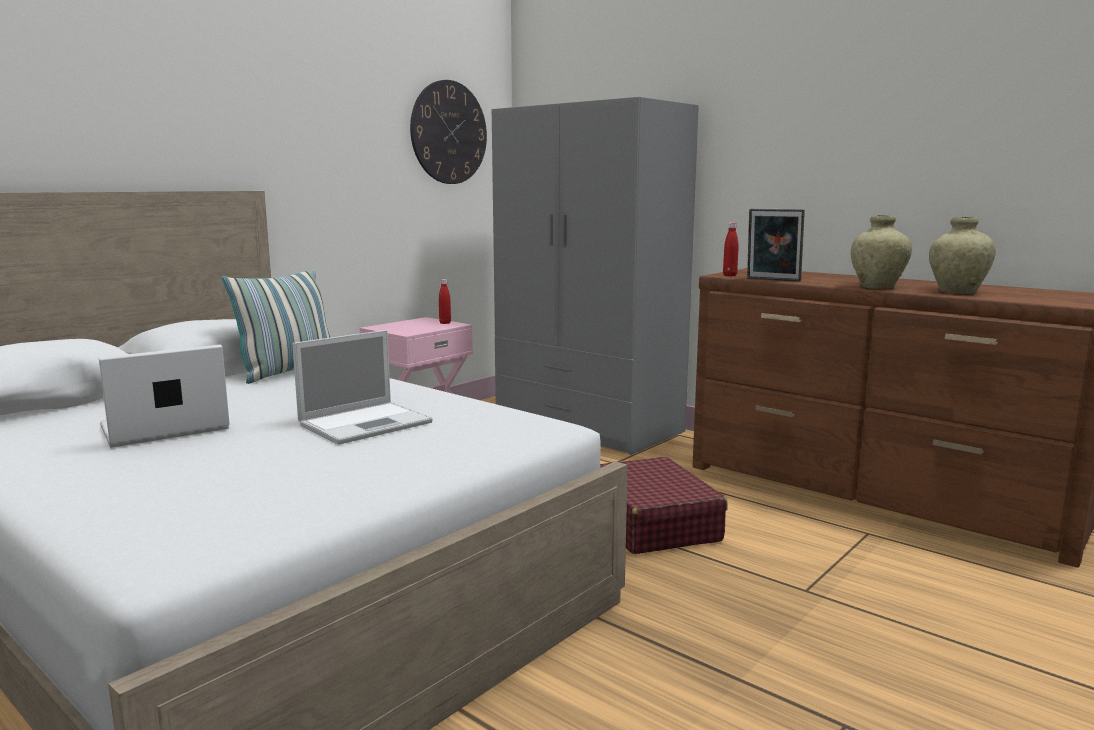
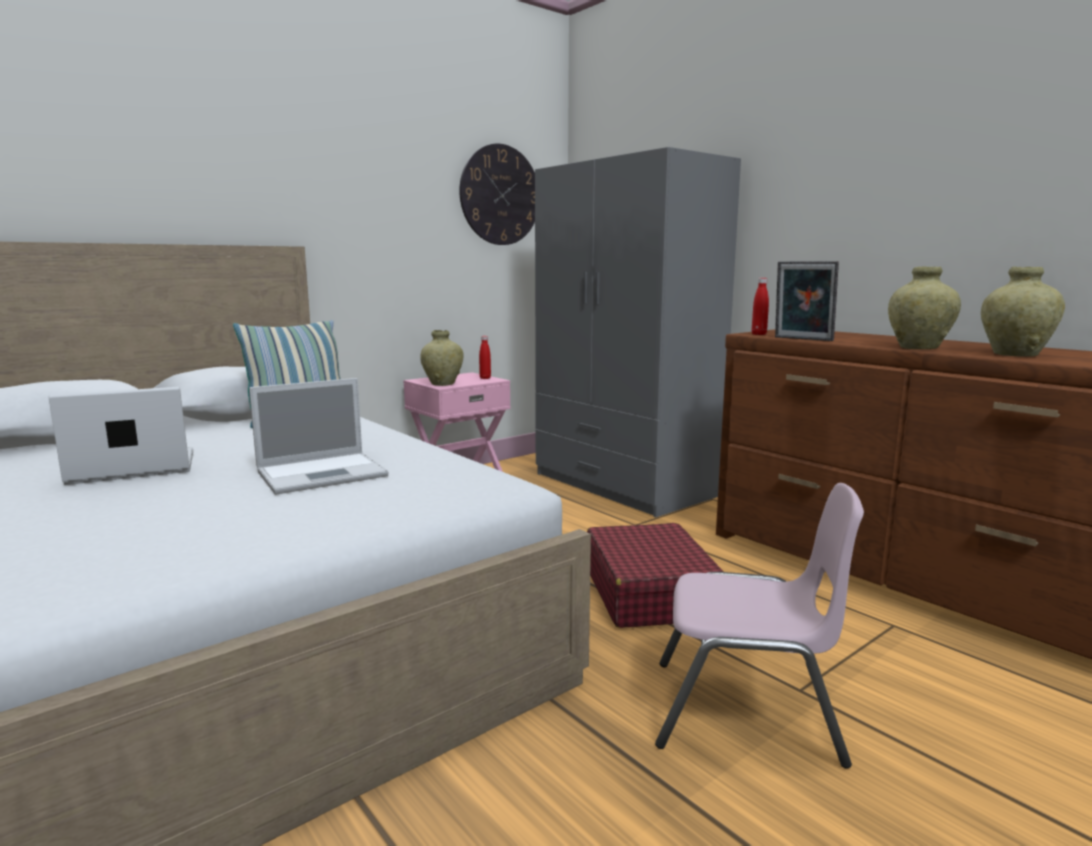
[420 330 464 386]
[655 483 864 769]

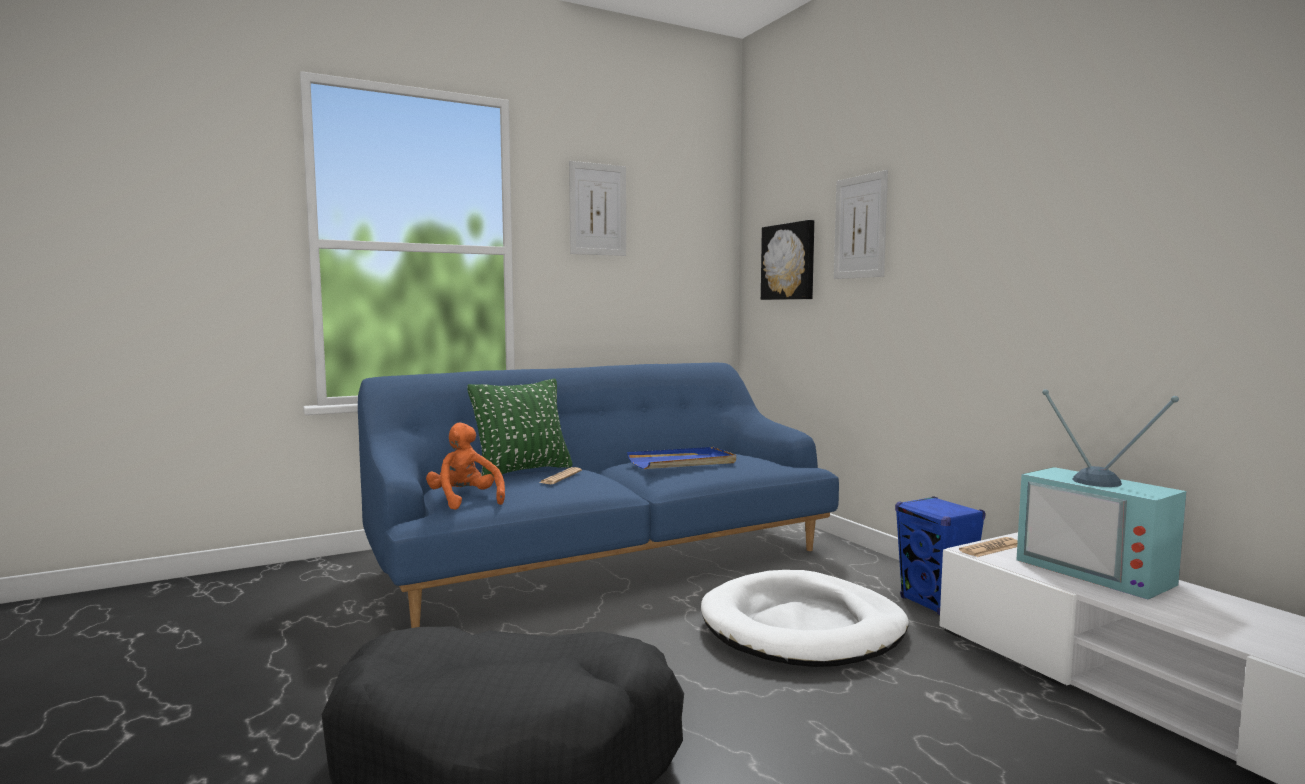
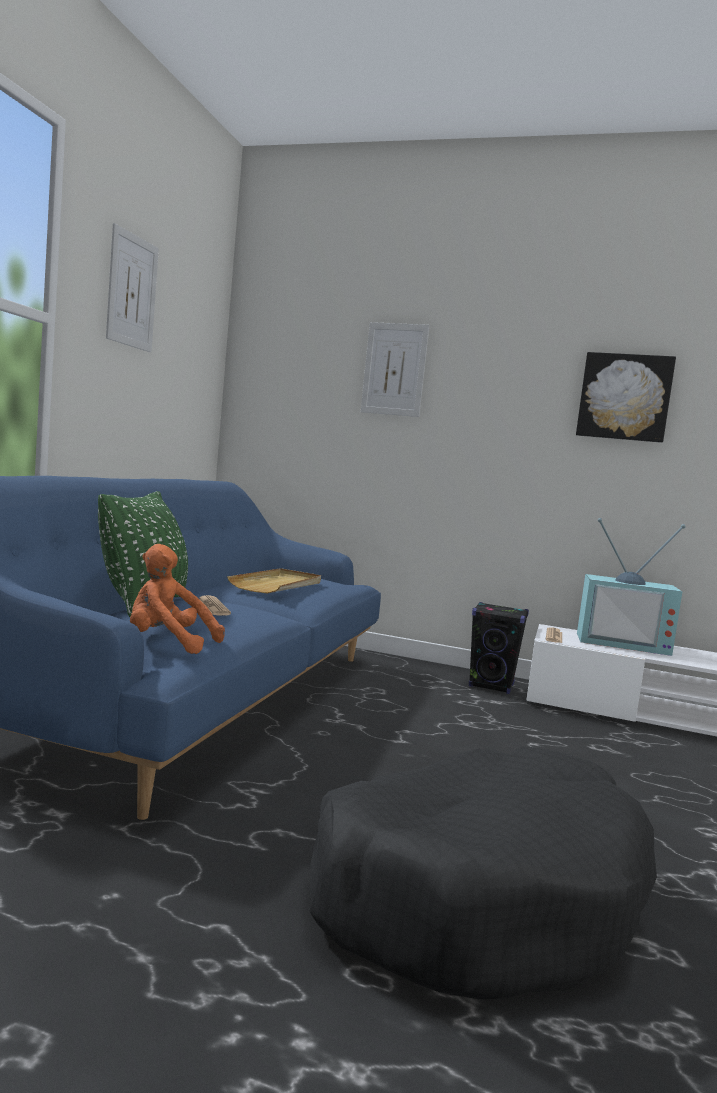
[701 570 909 667] (first image)
[576 352 676 443]
[227 568 321 593]
[469 602 529 694]

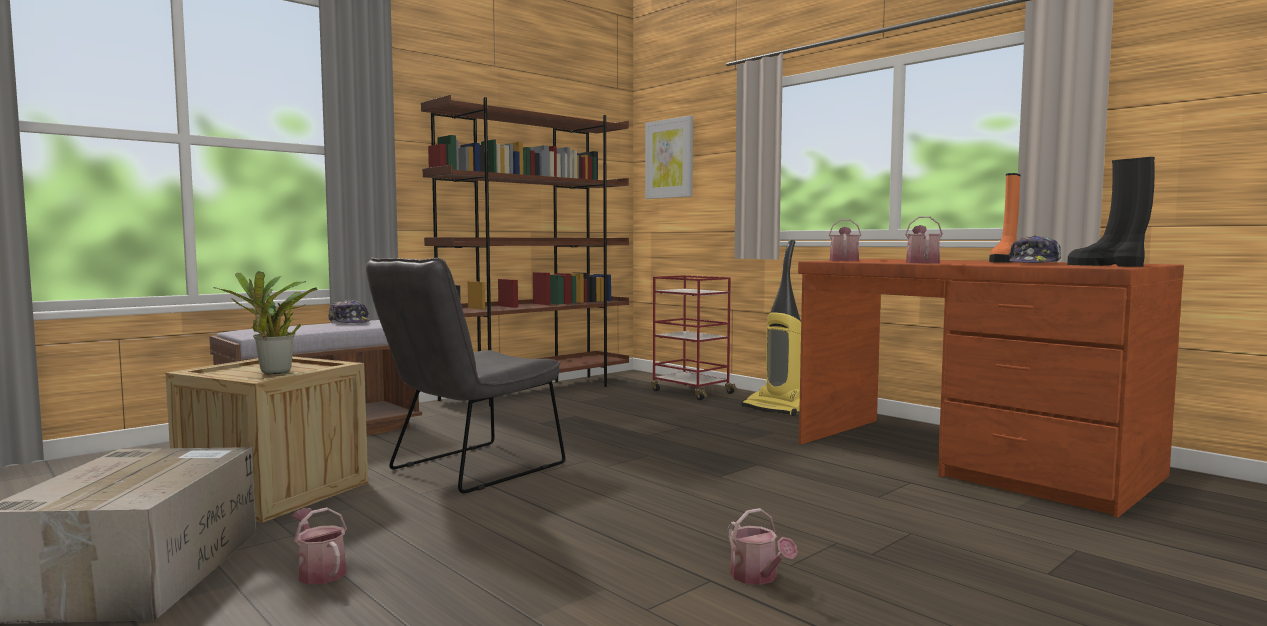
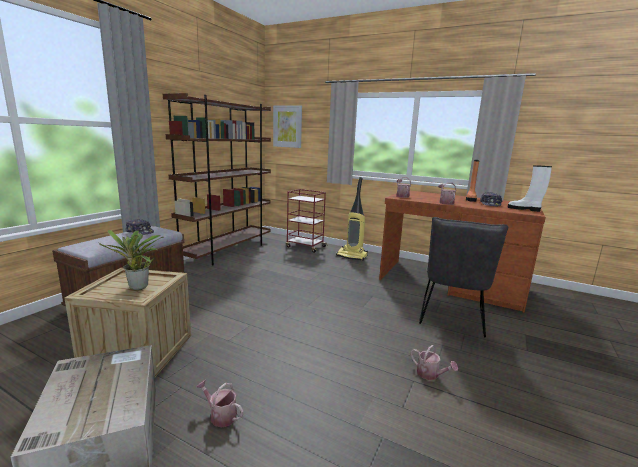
[419 217 508 338]
[508 165 552 212]

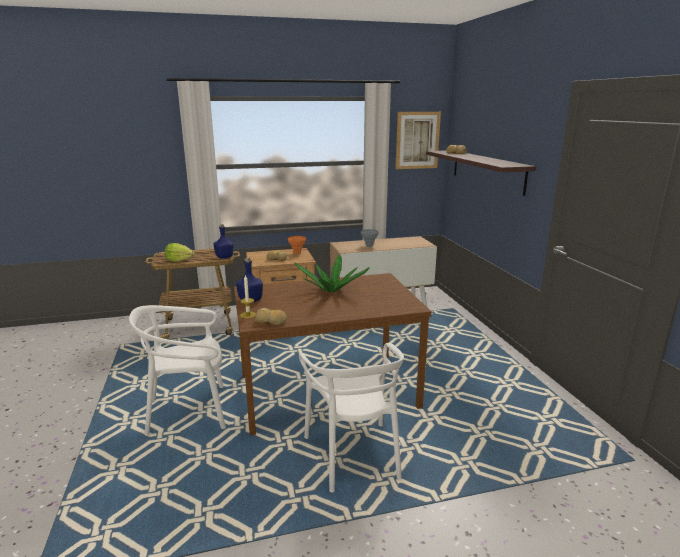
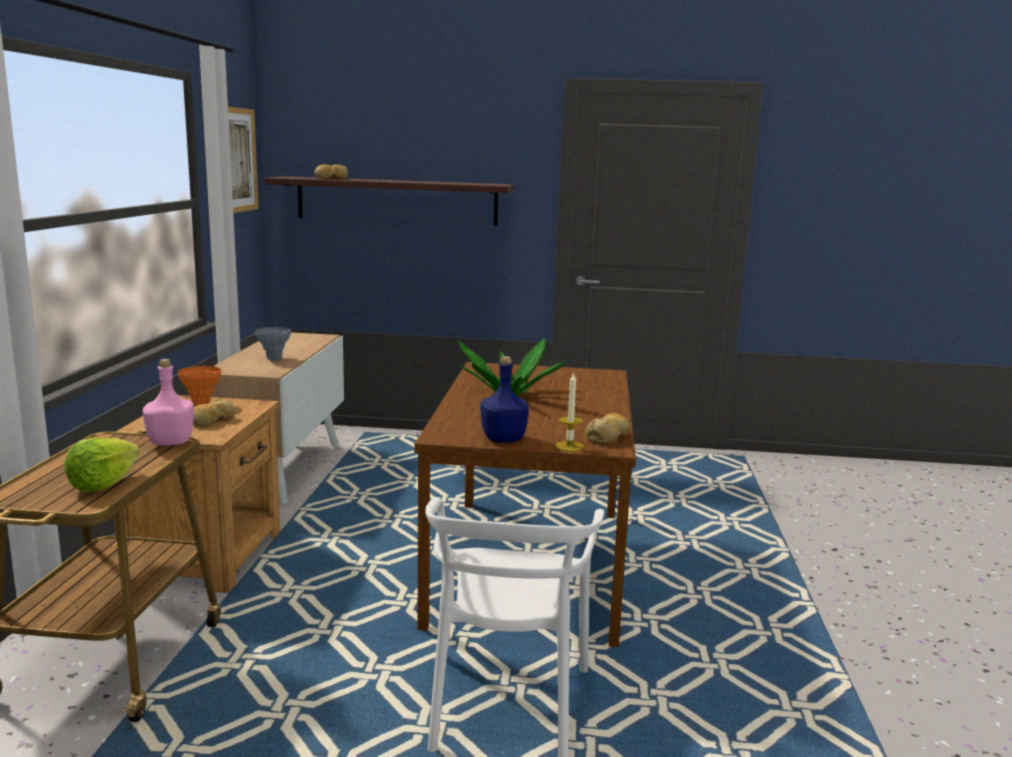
[299 343 404 493] (first image)
[143 359 194 446]

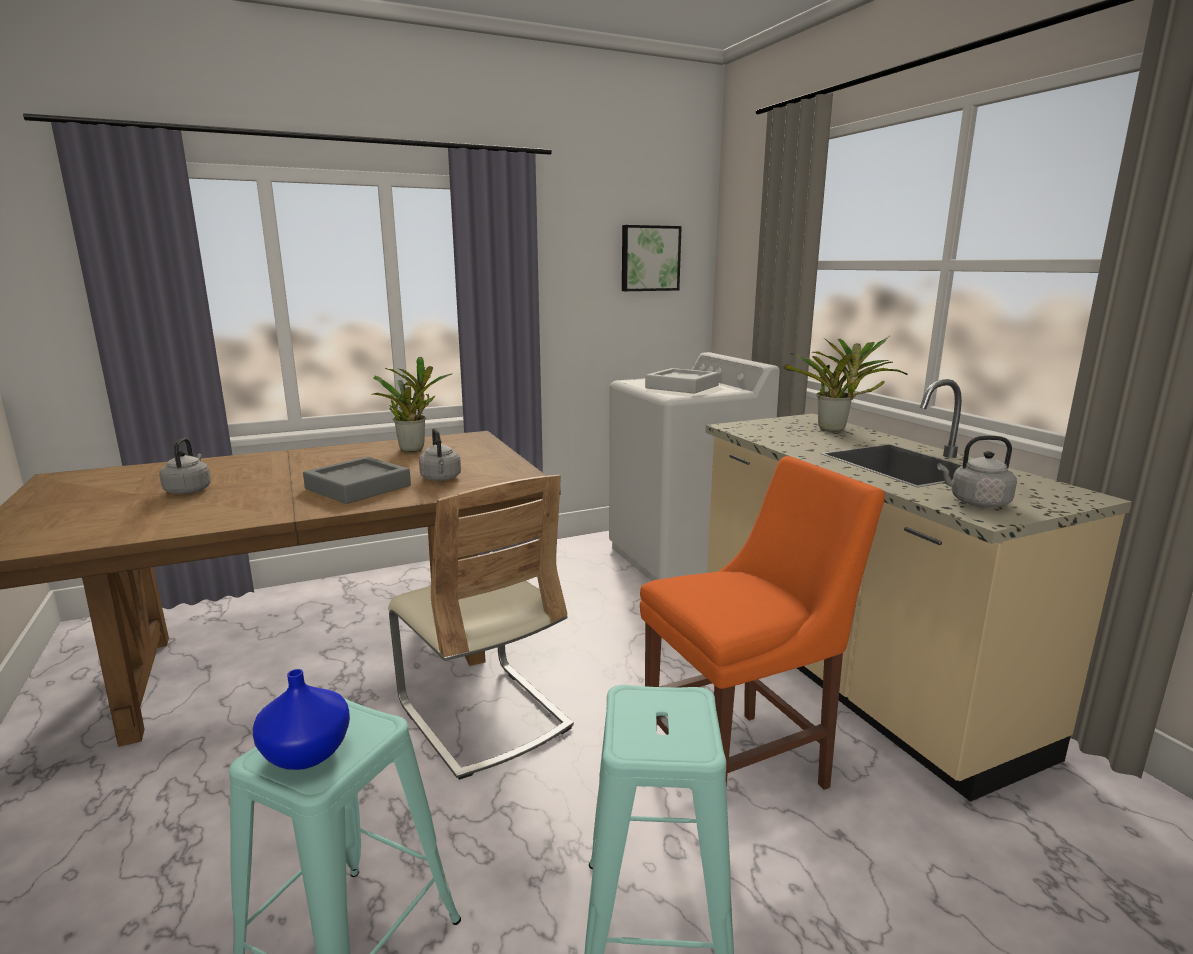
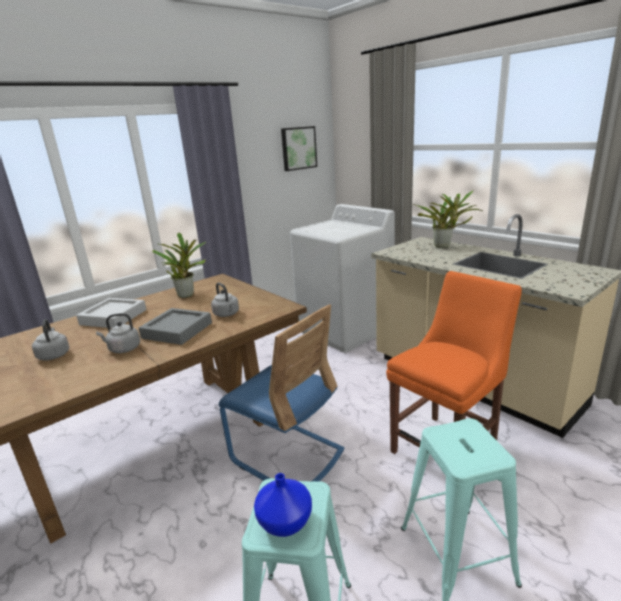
[76 298 146 328]
[96 313 140 353]
[219 304 344 482]

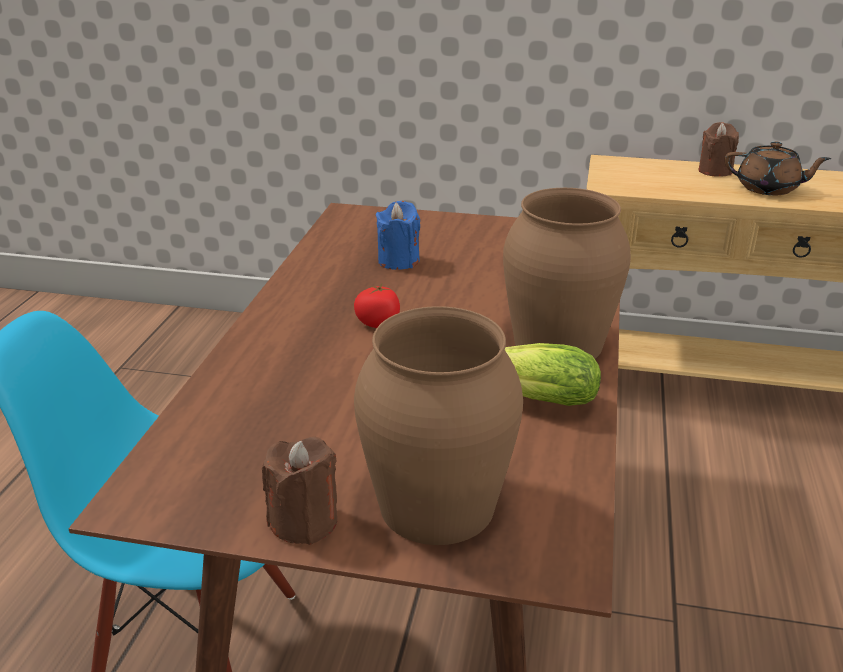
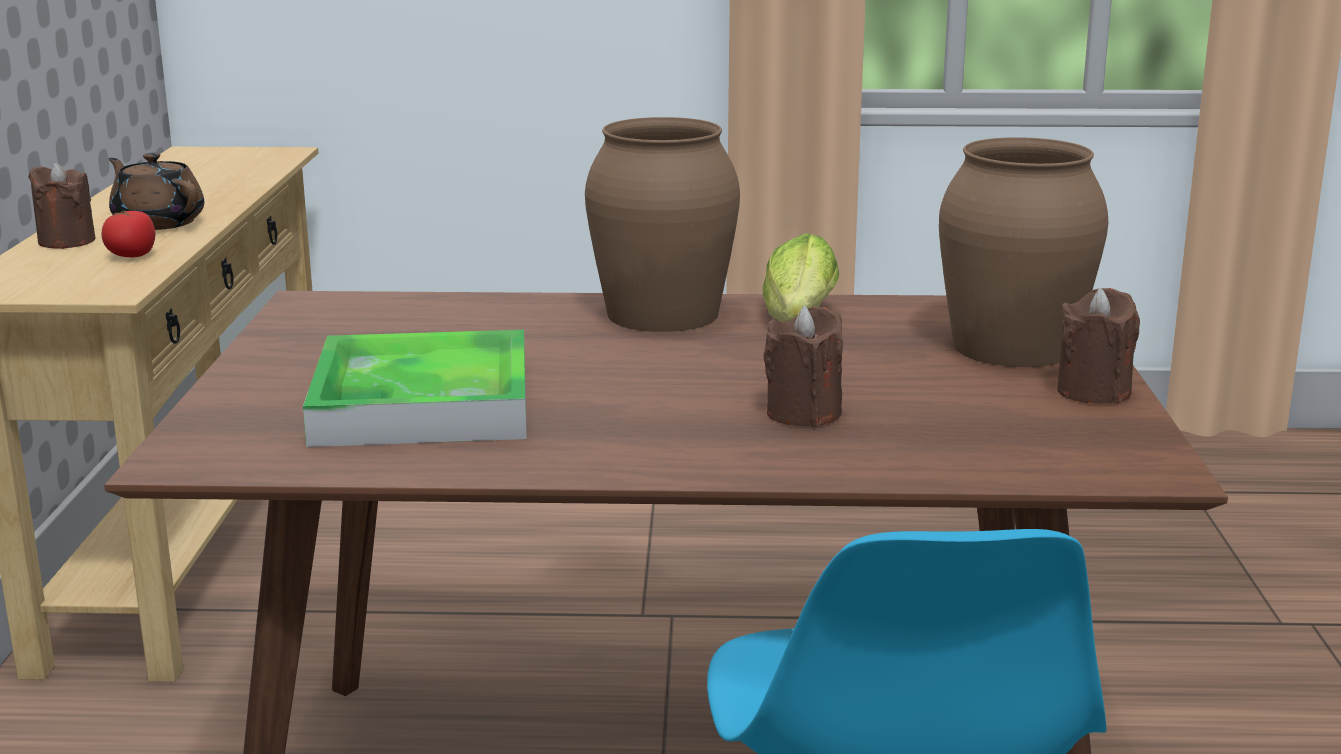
[764 306 843 427]
[101 211 156 257]
[303 330 527 447]
[108 153 204 230]

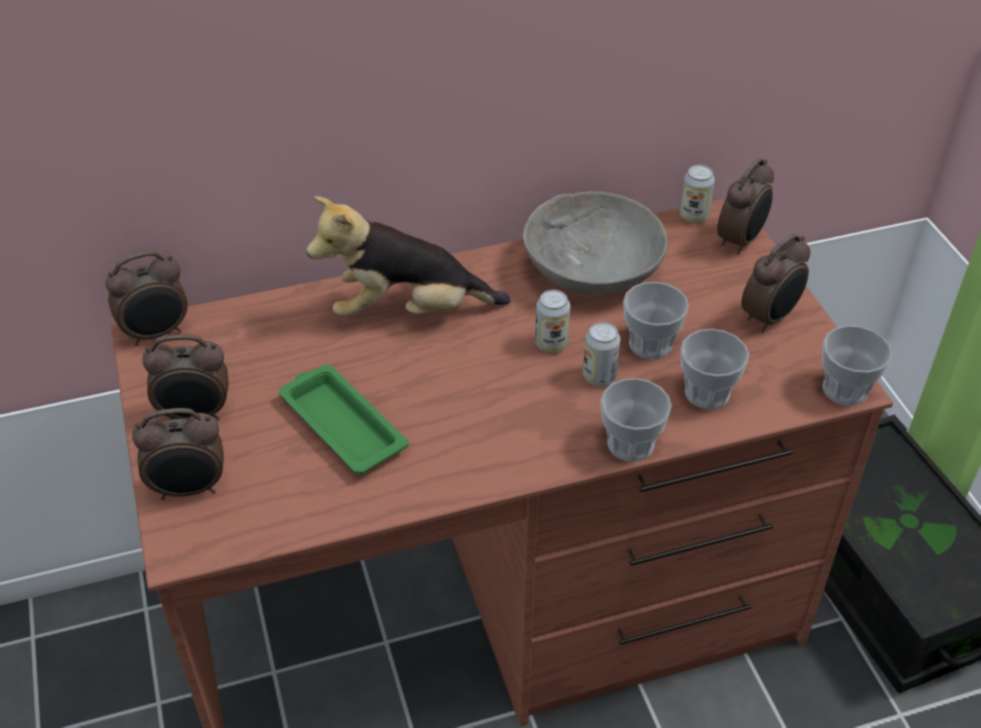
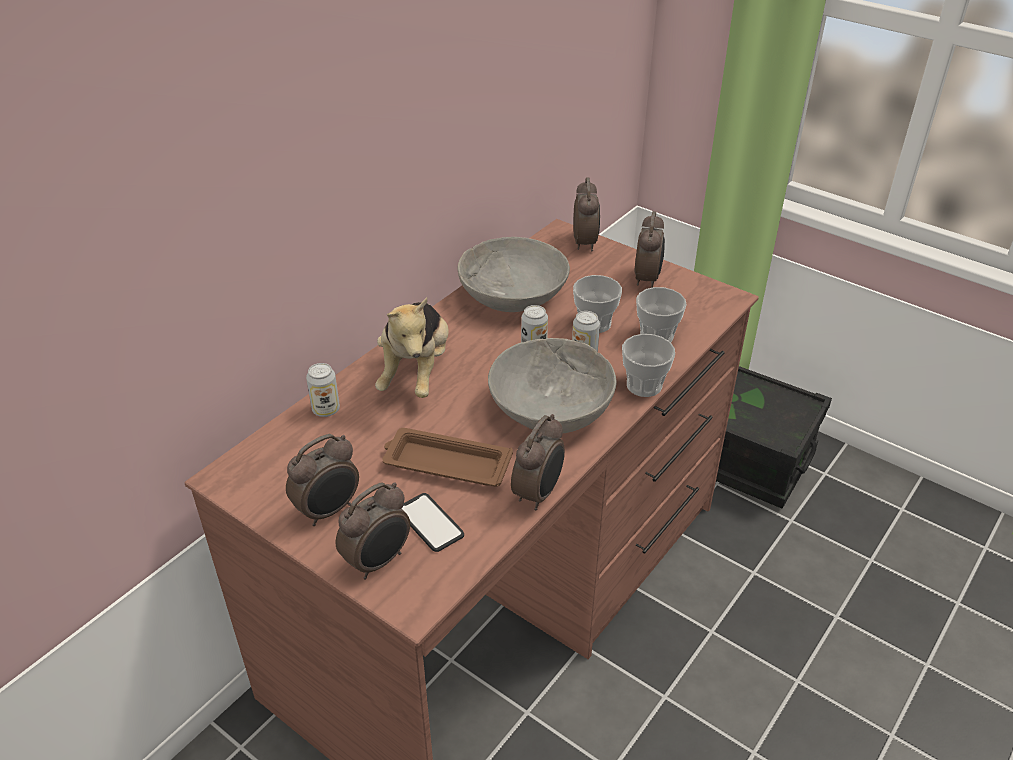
[822 325 892 406] (first image)
[401 493 464 552]
[488 338 617 433]
[511 414 565 511]
[306 363 340 417]
[382 428 513 487]
[375 298 449 398]

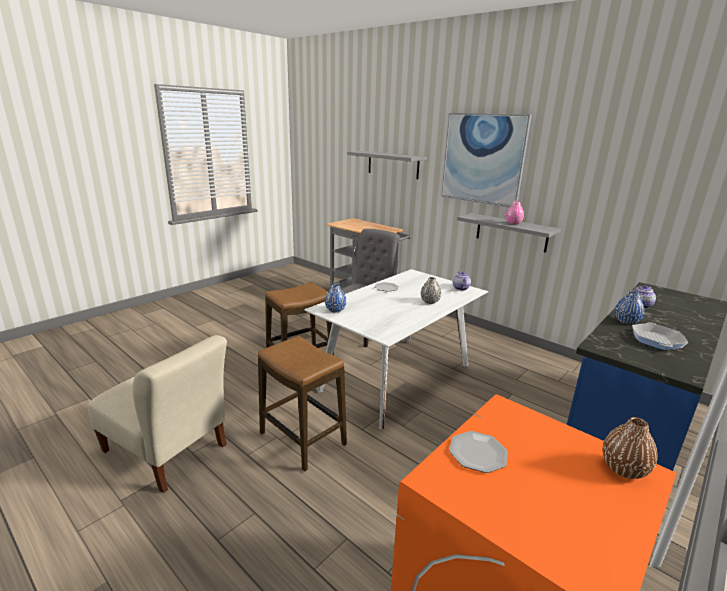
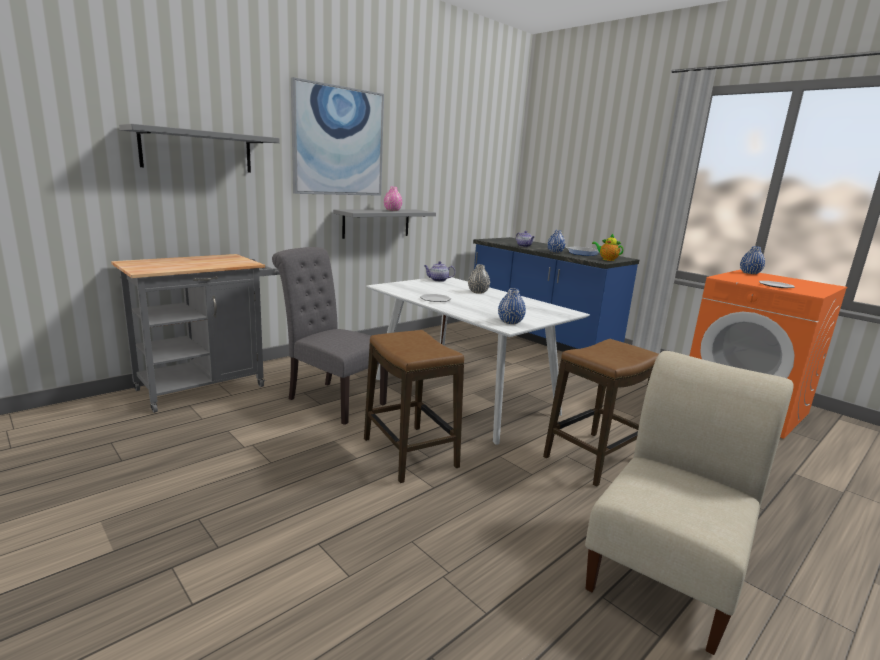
[592 234 624 261]
[740 246 765 274]

